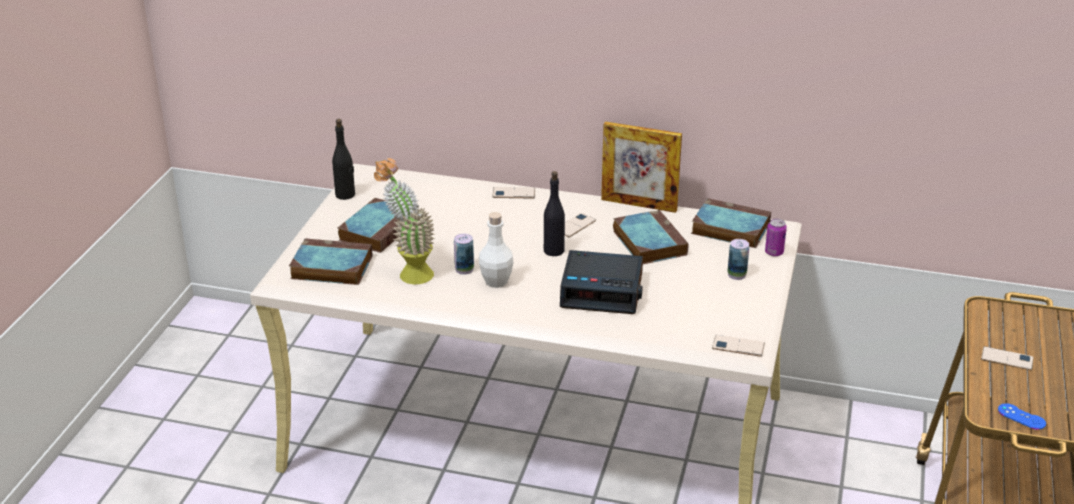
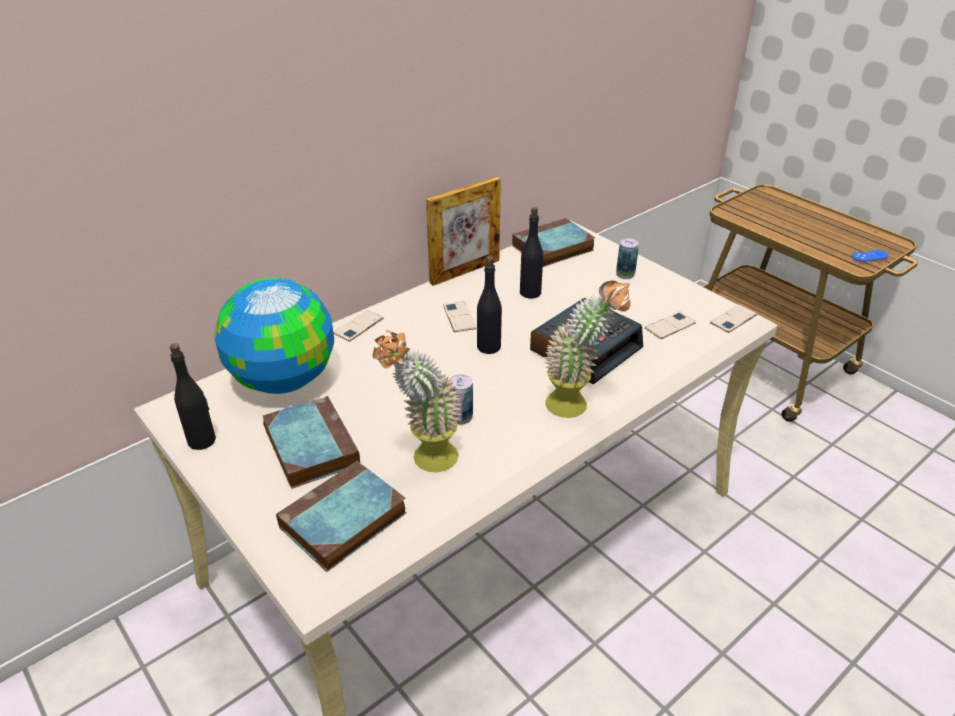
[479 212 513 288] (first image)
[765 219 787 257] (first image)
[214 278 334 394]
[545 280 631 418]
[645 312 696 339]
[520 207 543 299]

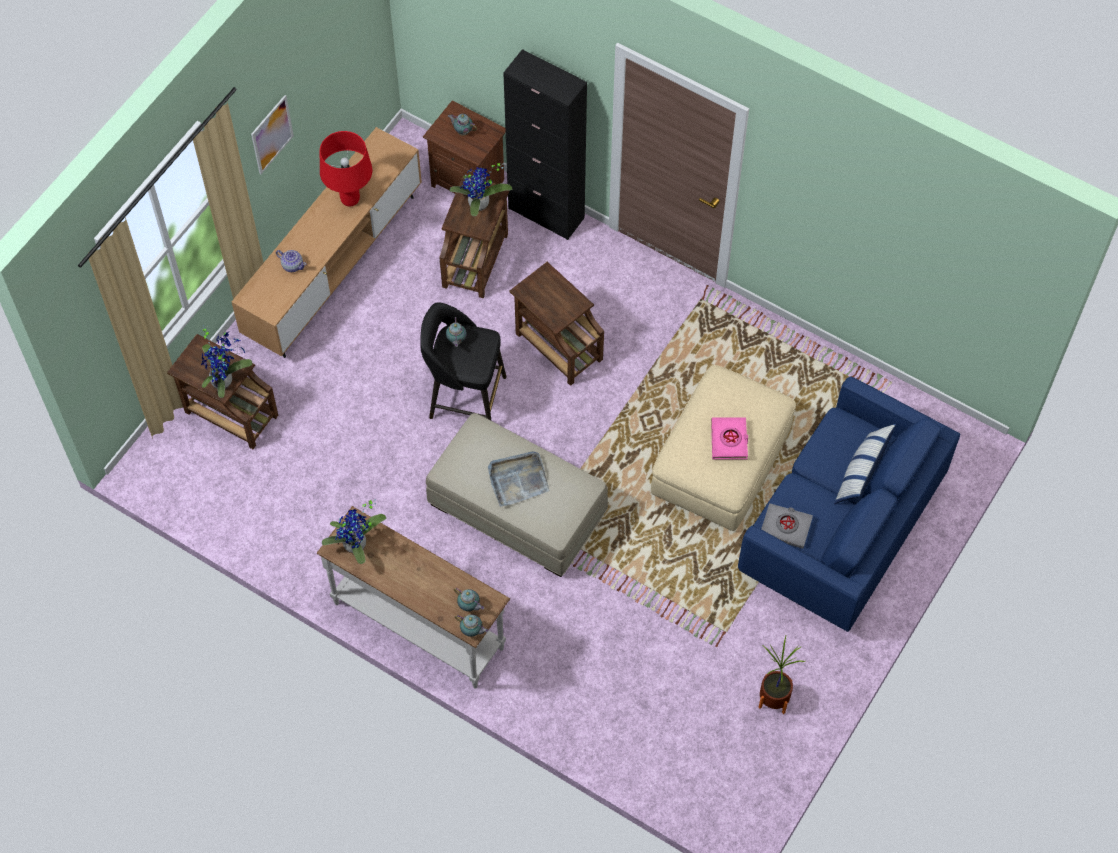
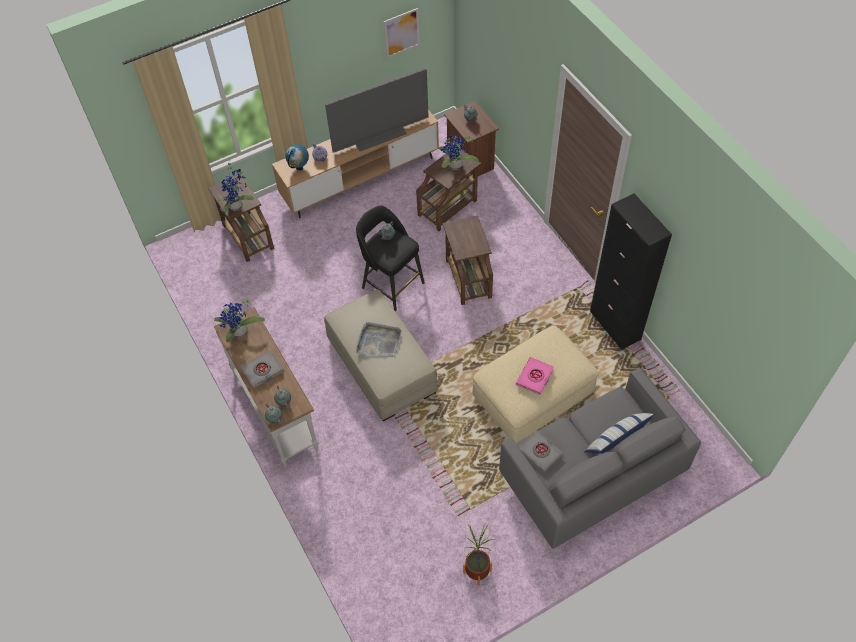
[241 350 285 388]
[285 144 309 170]
[384 8 420 58]
[590 194 672 350]
[325 67 429 153]
[499 368 701 549]

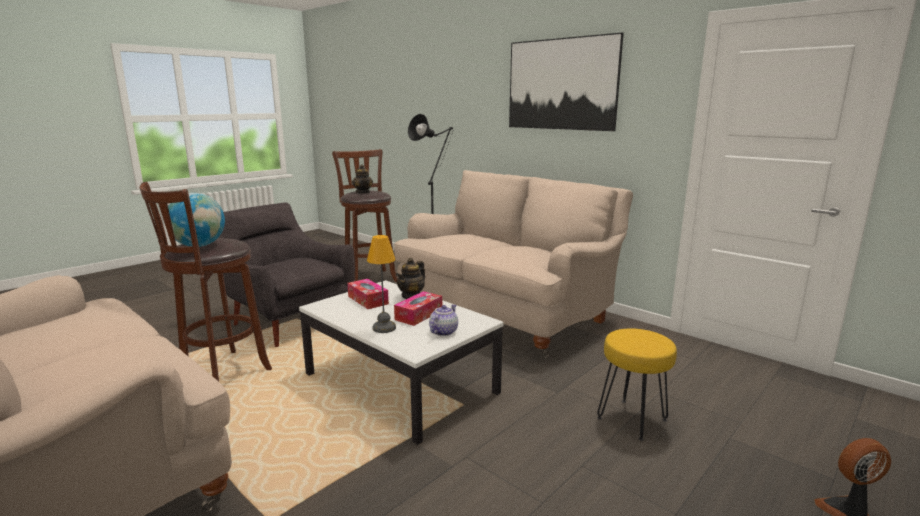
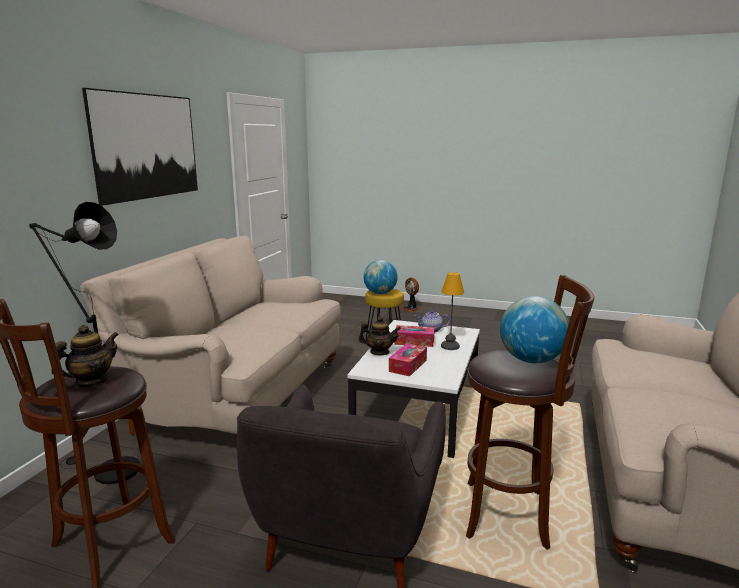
[363 260 398 294]

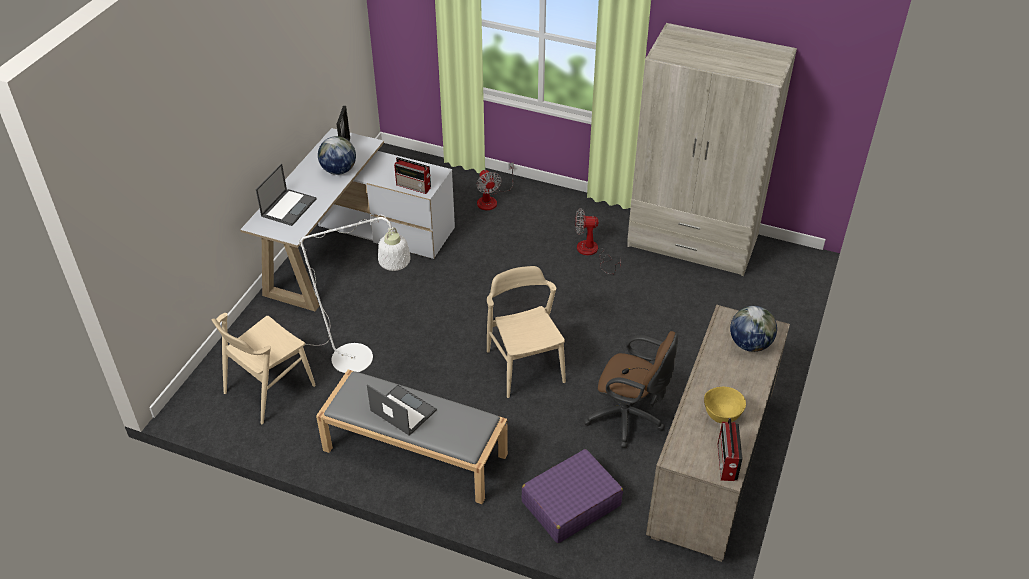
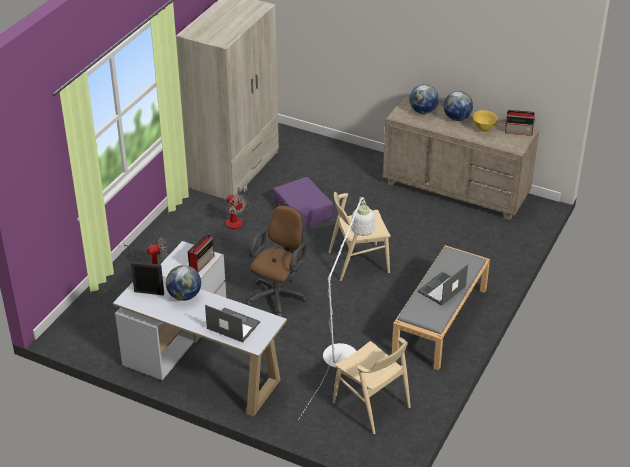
[443 91 473 121]
[273 177 333 228]
[247 206 307 317]
[226 185 250 229]

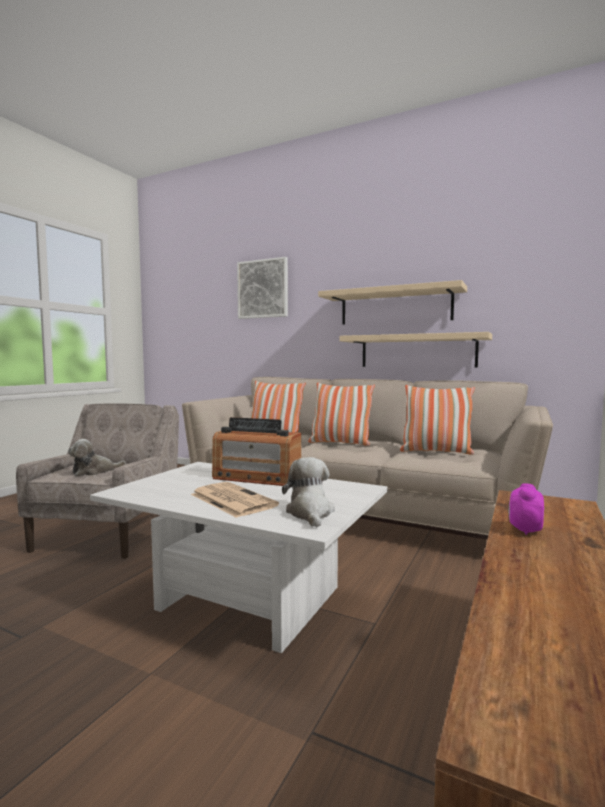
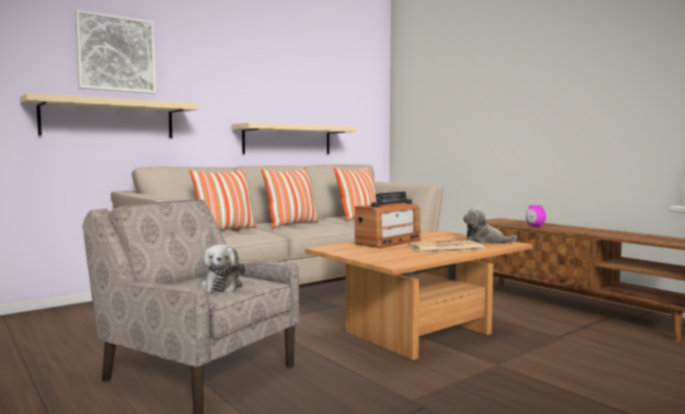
[20 93 198 138]
[305 231 533 360]

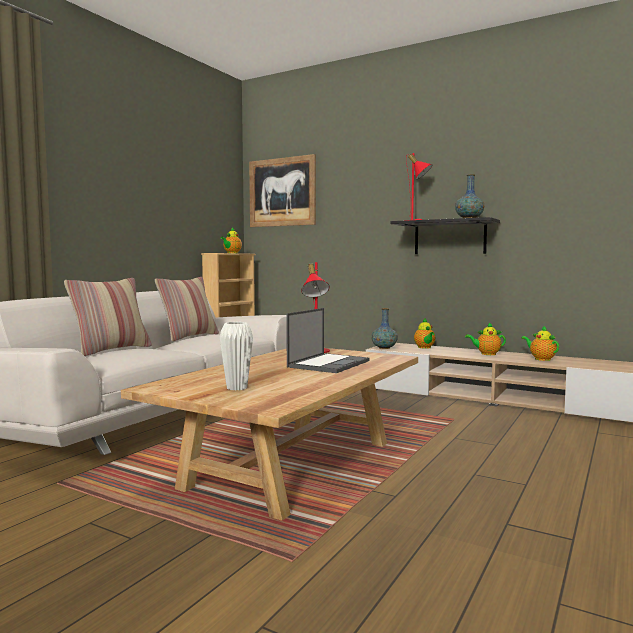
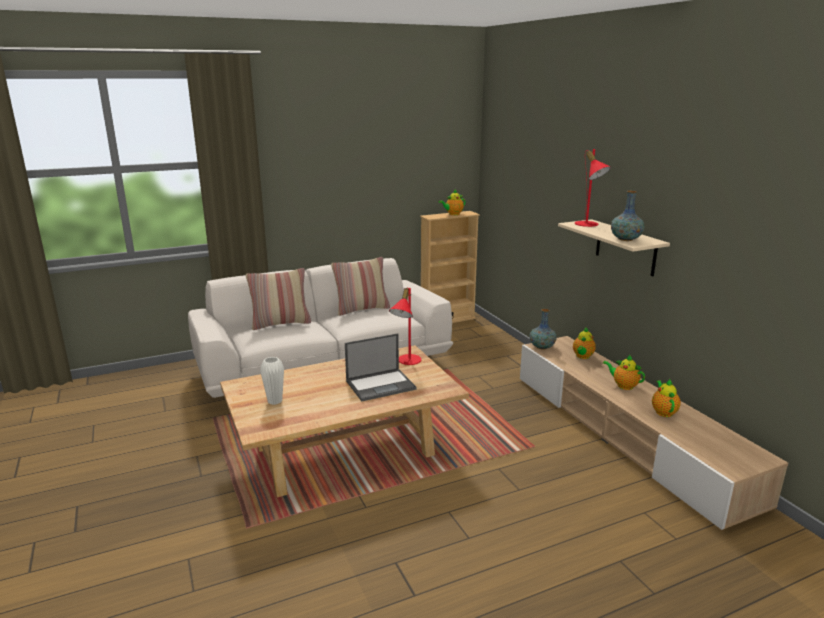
[249 154 316 227] (first image)
[558 219 670 276]

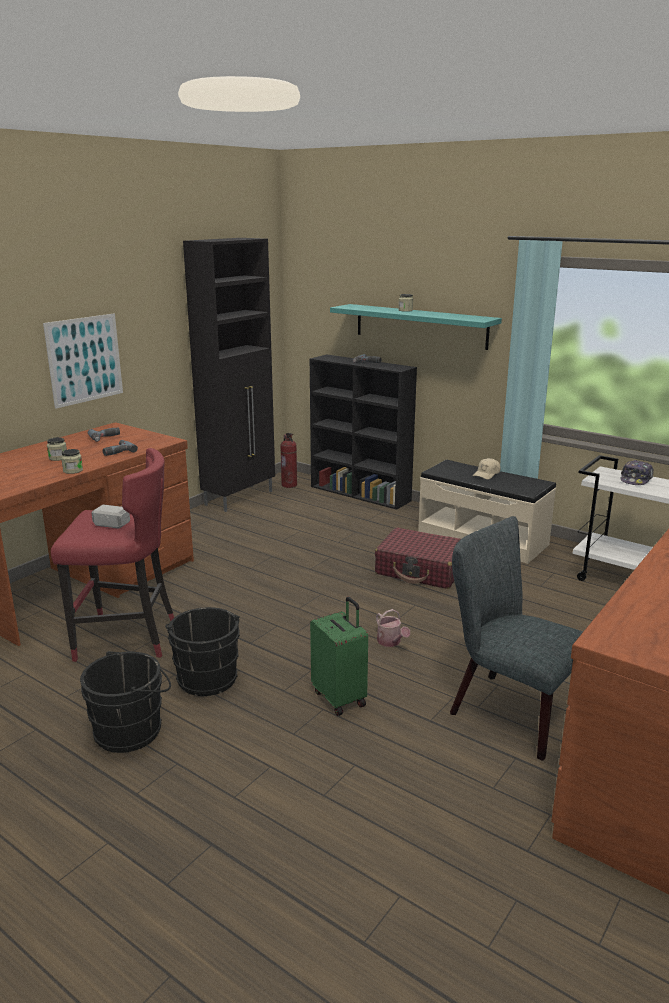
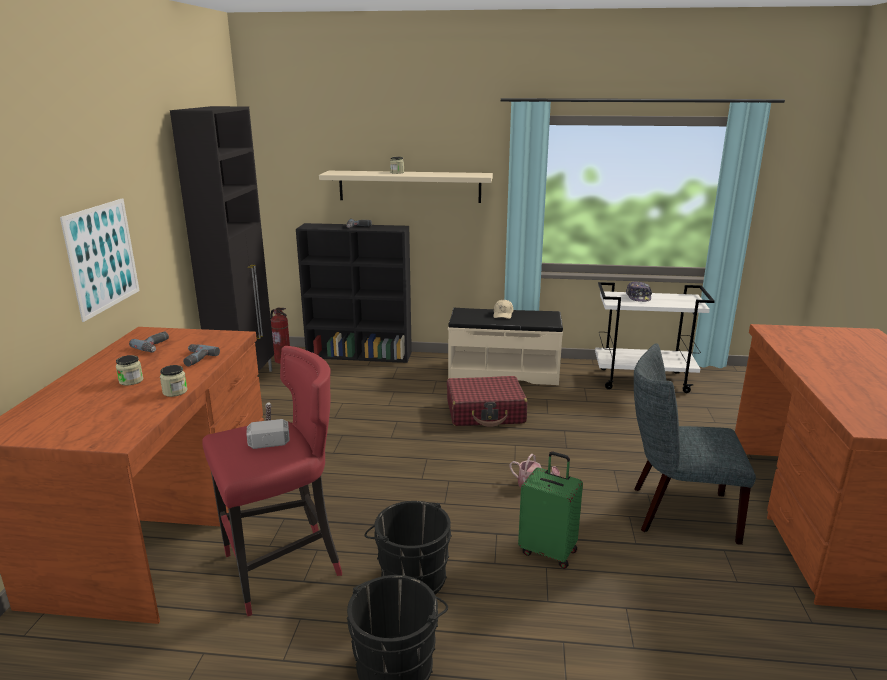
[319 171 493 203]

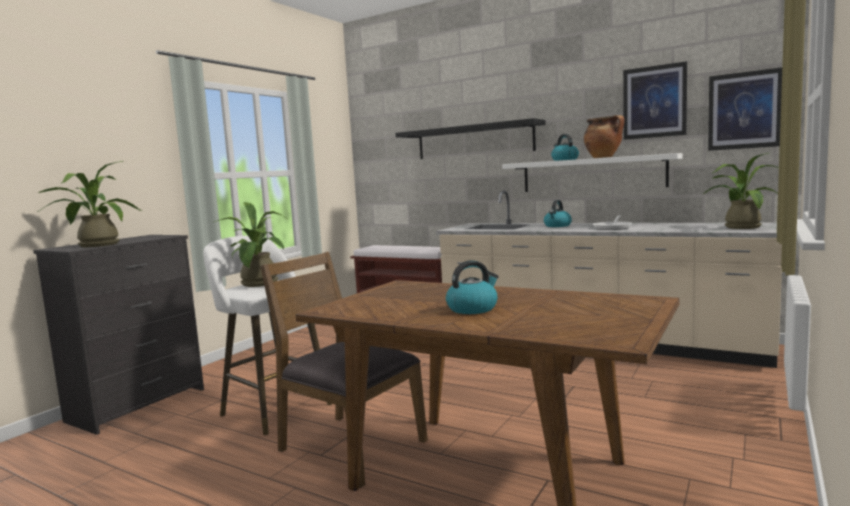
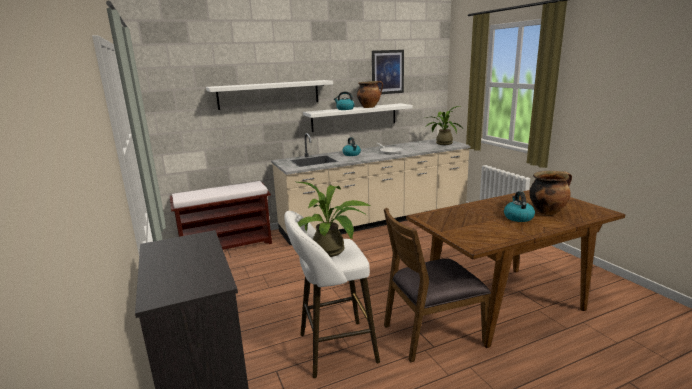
[38 161 142 247] (first image)
[708 67 782 151] (first image)
[529 171 572 215]
[206 80 333 110]

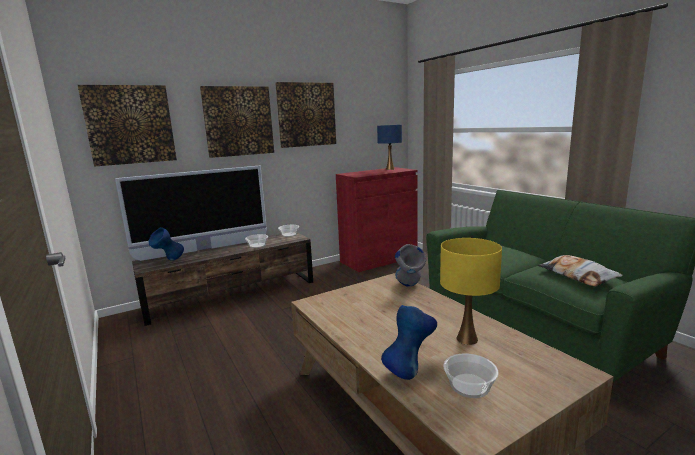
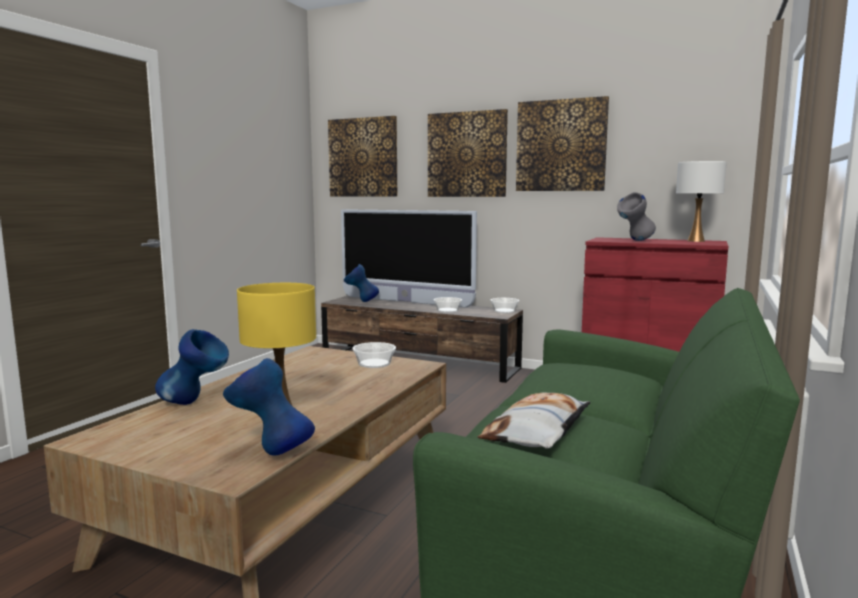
[223 358 315 456]
[617 192 656 241]
[352 342 396 368]
[676 161 727 242]

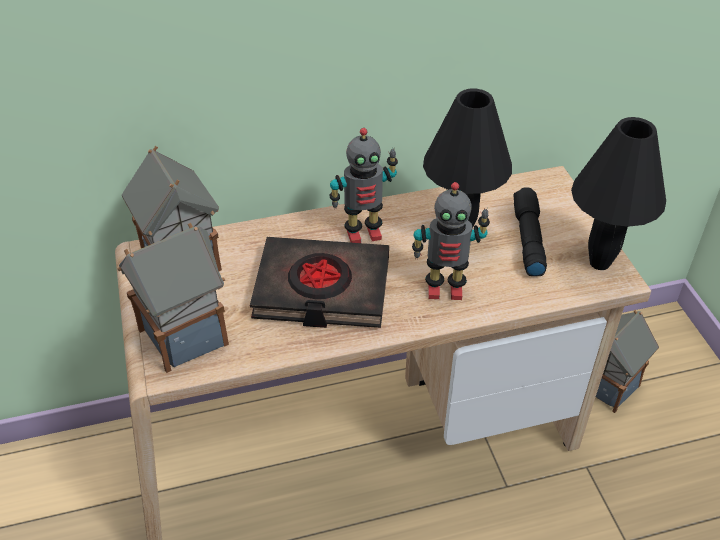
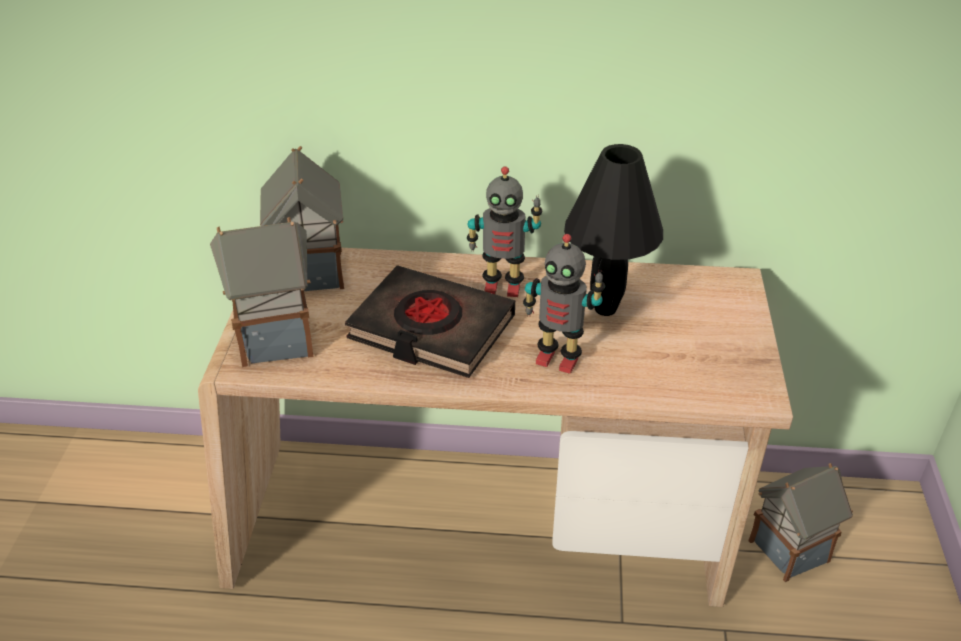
[513 187 547 276] (first image)
[571 117 666 270] (first image)

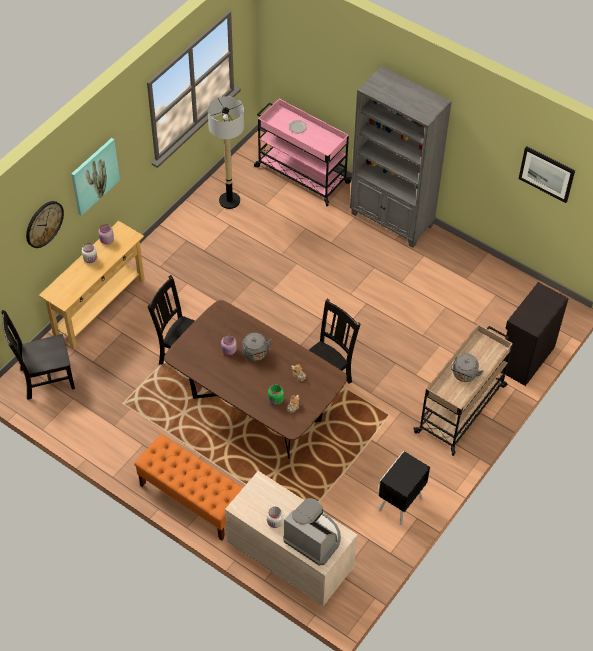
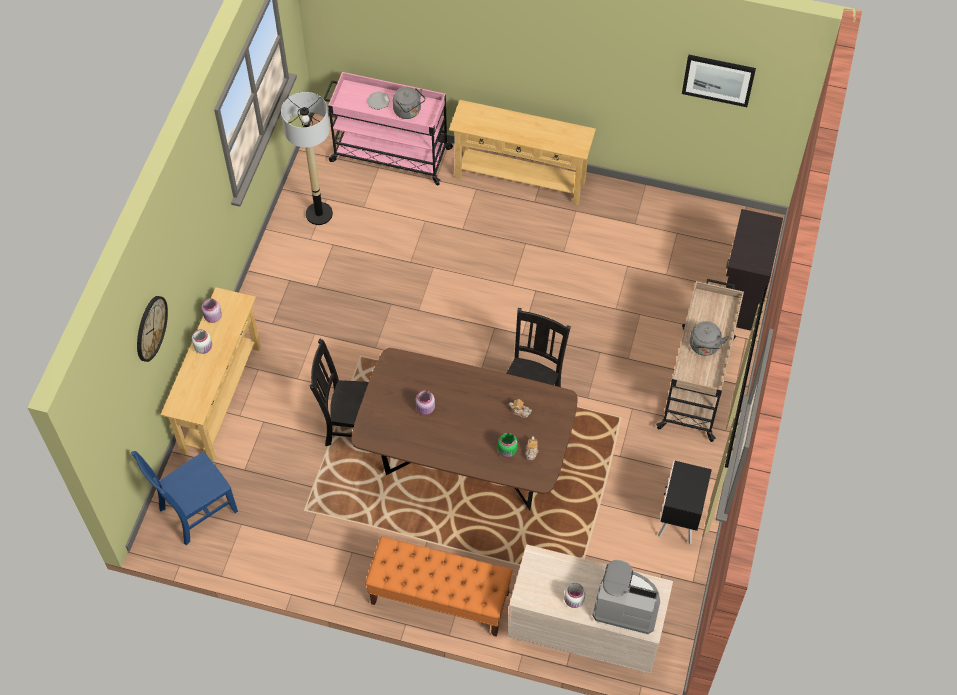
[71 138 120 216] (first image)
[393 87 426 119]
[449 100 596 205]
[131 451 238 545]

